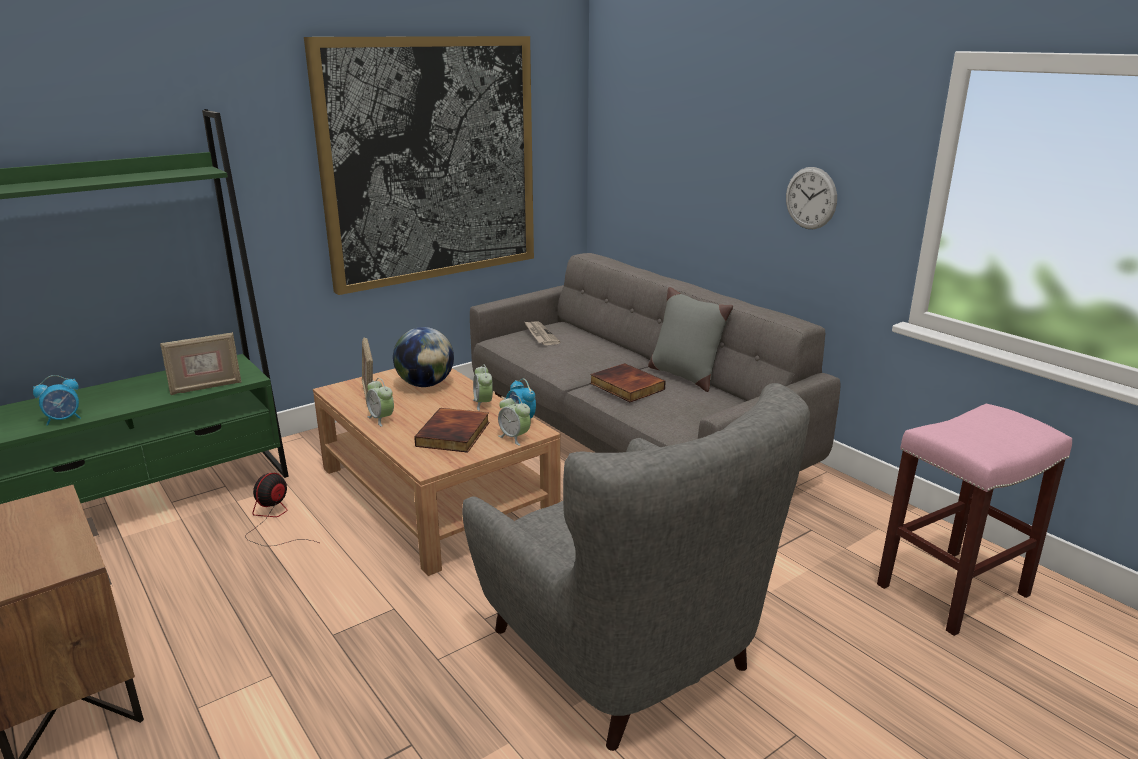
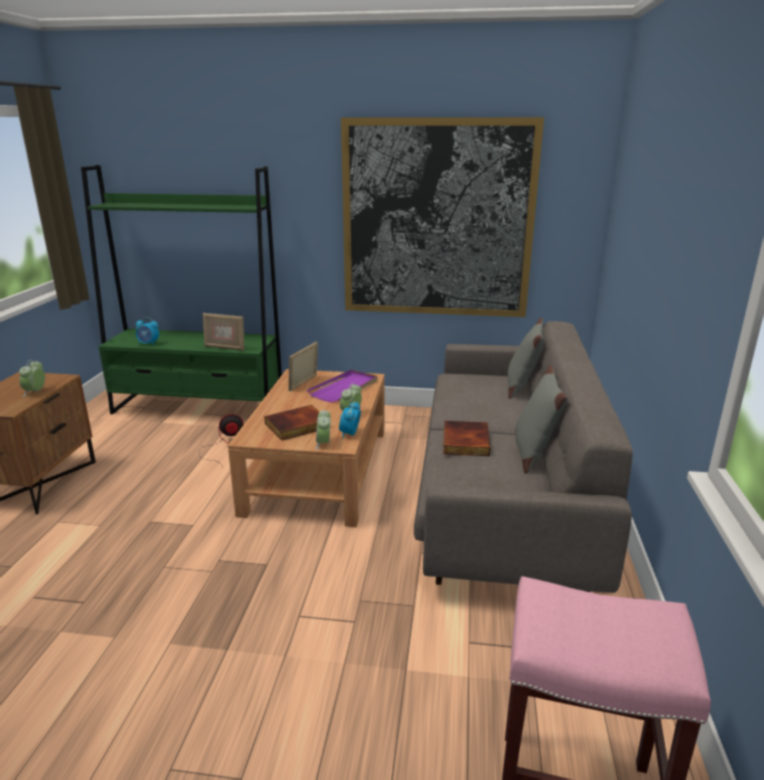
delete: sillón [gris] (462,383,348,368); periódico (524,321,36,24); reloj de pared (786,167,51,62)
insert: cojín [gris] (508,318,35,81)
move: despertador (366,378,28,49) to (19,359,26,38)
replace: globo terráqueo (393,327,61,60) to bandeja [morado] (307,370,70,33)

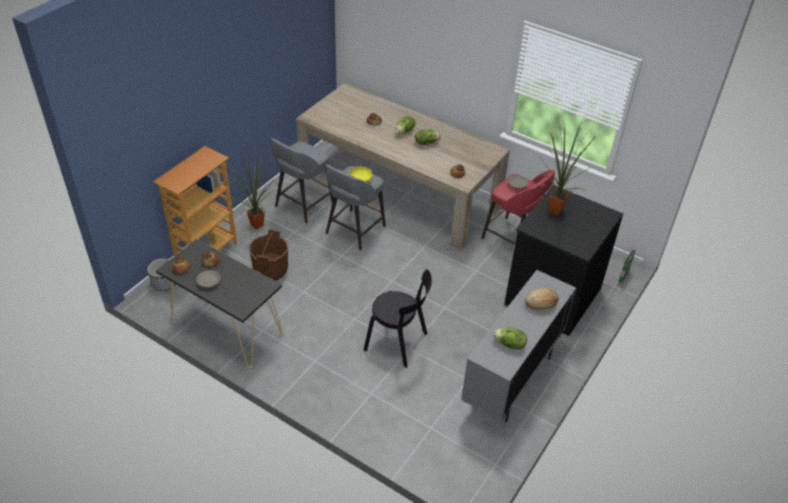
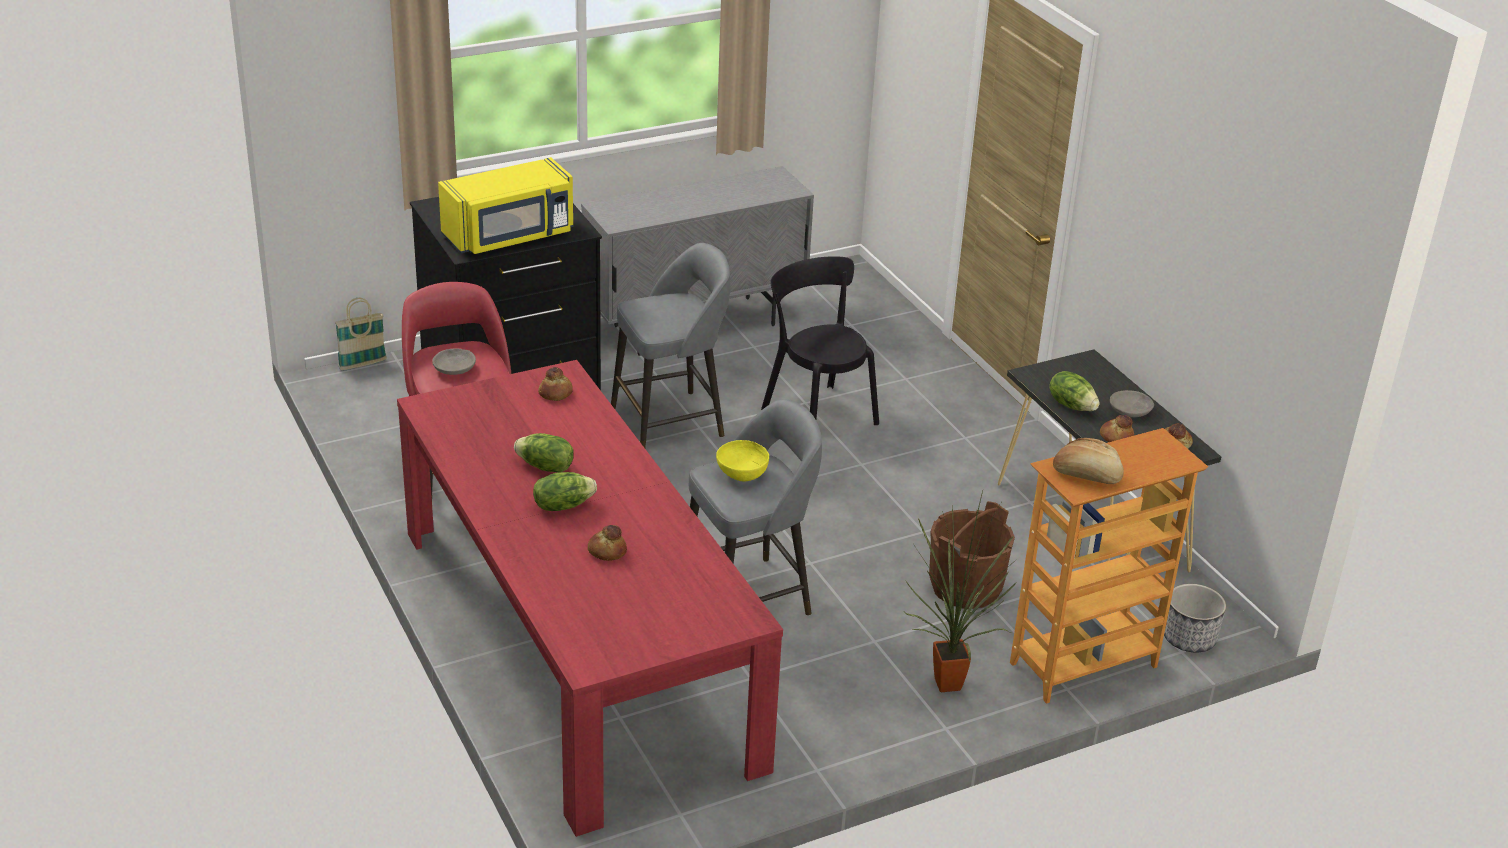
move: taburete [gris] (271,138,63,86) to (611,243,119,205); lechuga (493,328,34,21) to (1049,371,51,40); pan (525,288,34,22) to (1053,438,71,46)
replace: planta en maceta (540,119,56,97) to microondas [amarillo] (438,157,135,97)
recolor: mesa de comedor [beis] (296,83,214,167) to mesa de comedor [rojo] (397,360,386,477)

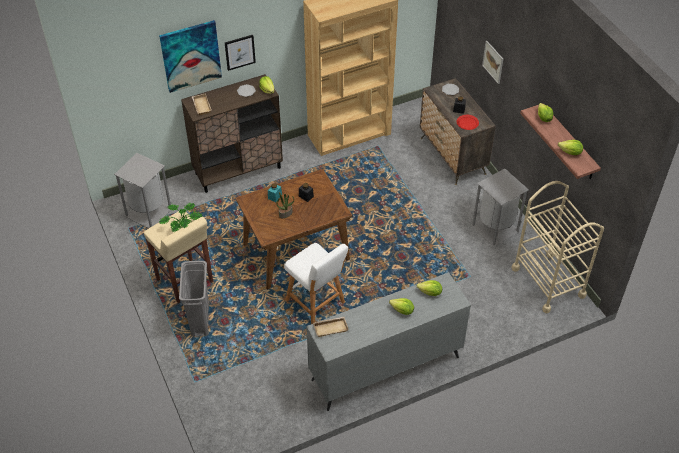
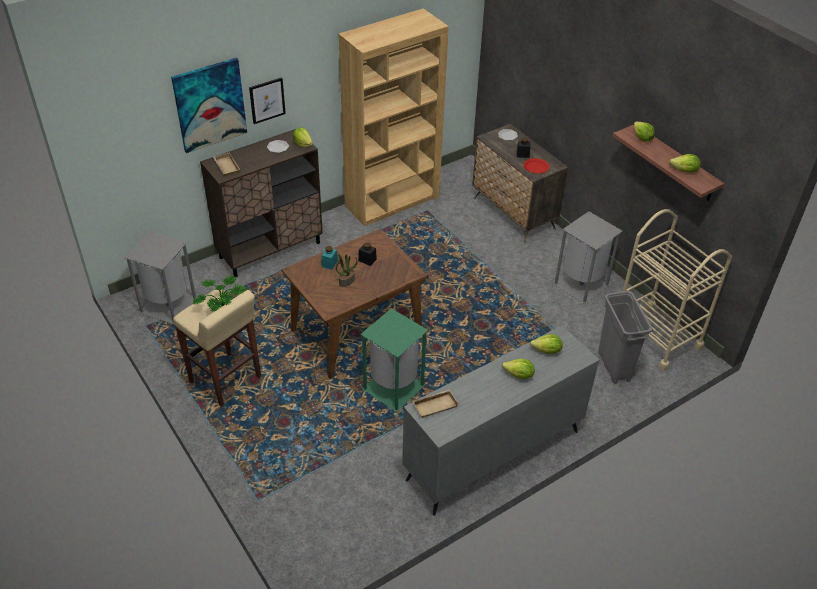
delete: cuadro (482,41,21,43)
move: papelera [gris] (179,261,30,75) to (598,291,55,93)
replace: taburete [blanco] (284,243,64,81) to papelera [verde] (360,308,68,104)

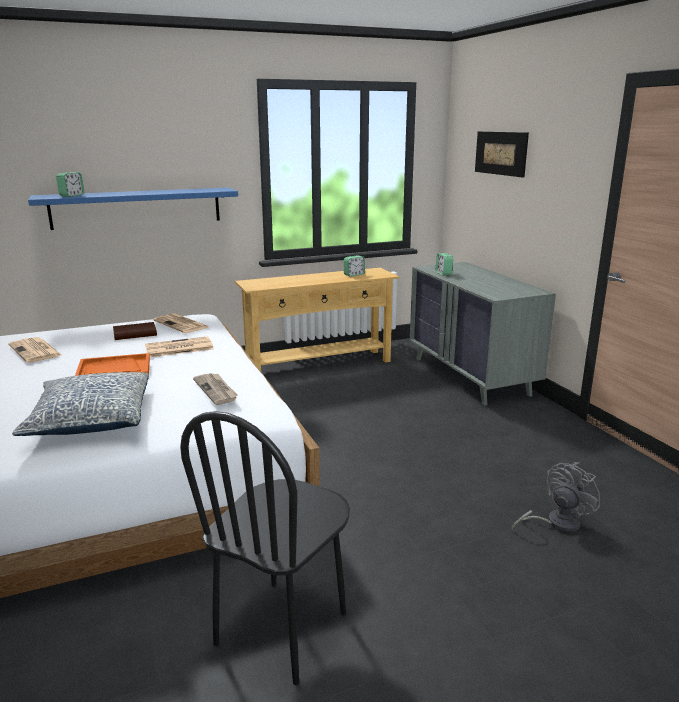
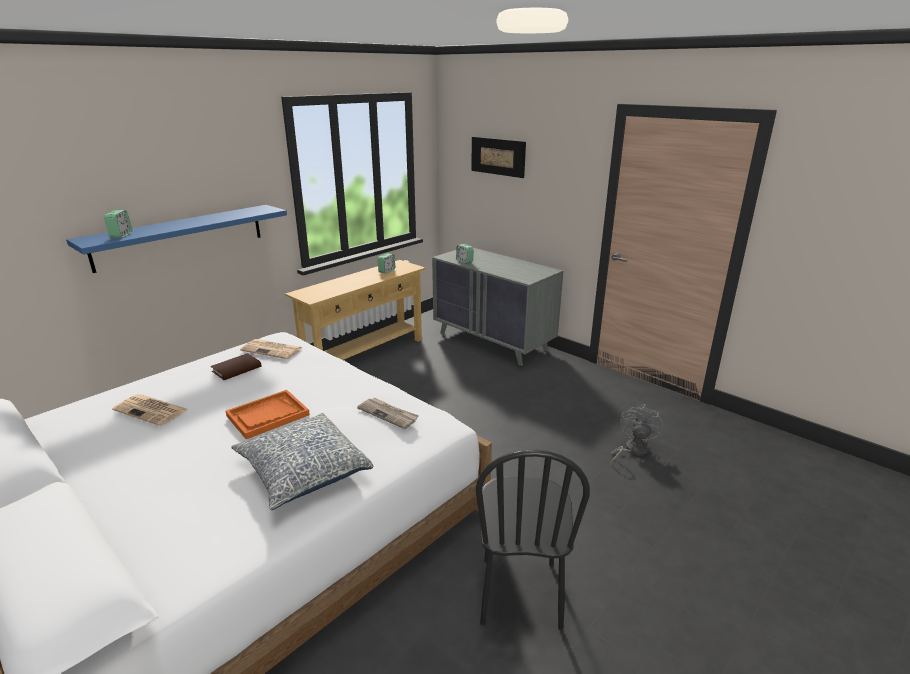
delete: periódico (145,336,68,21)

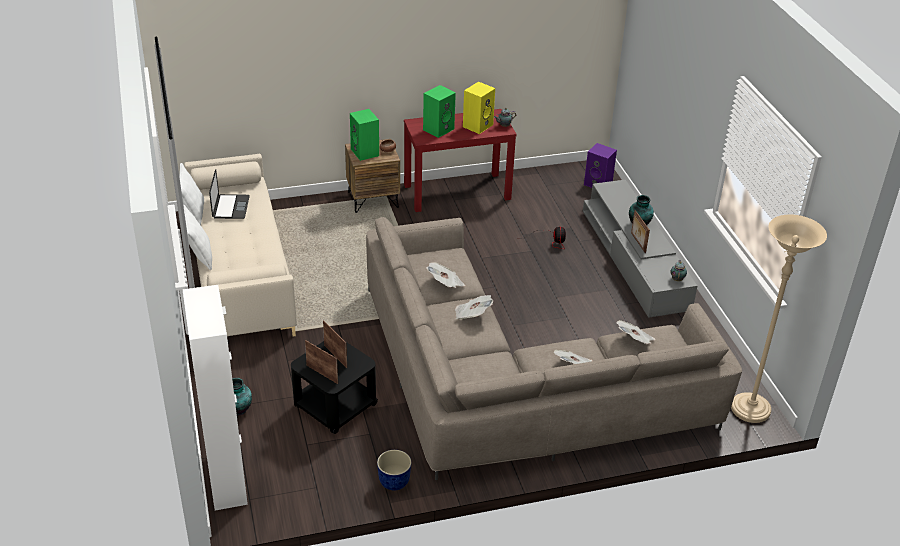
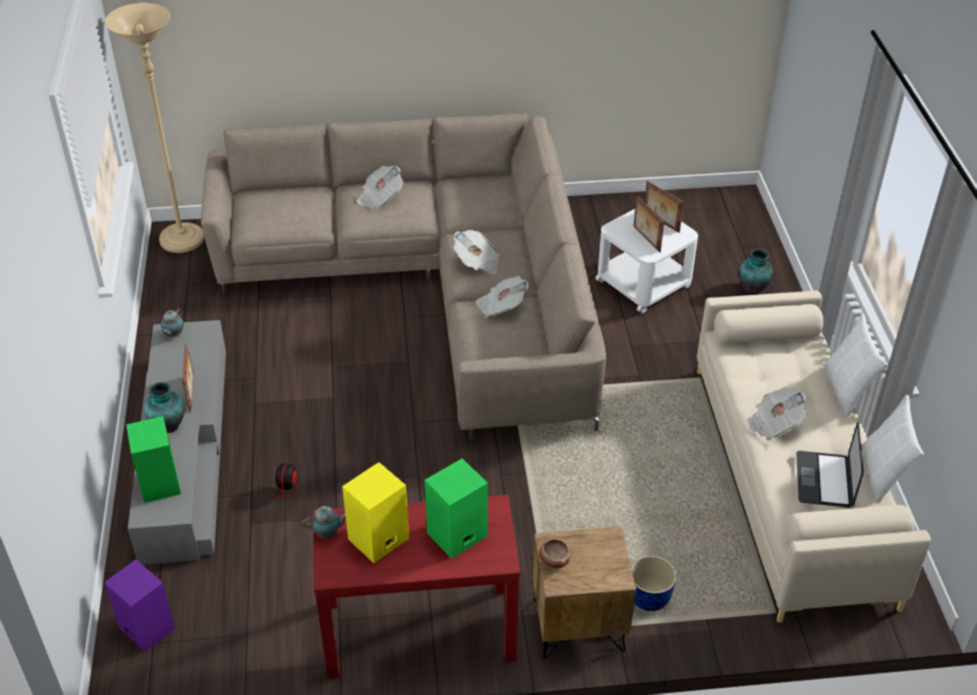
delete: armario [blanco] (183,285,65,226)
move: altavoz [verde] (350,109,29,52) to (126,416,55,87); maceta (377,450,34,41) to (631,556,46,55); periódico (616,320,39,24) to (745,387,62,54)
recolor: mesa auxiliar [negro] (291,341,87,93) to mesa auxiliar [blanco] (595,209,103,105)

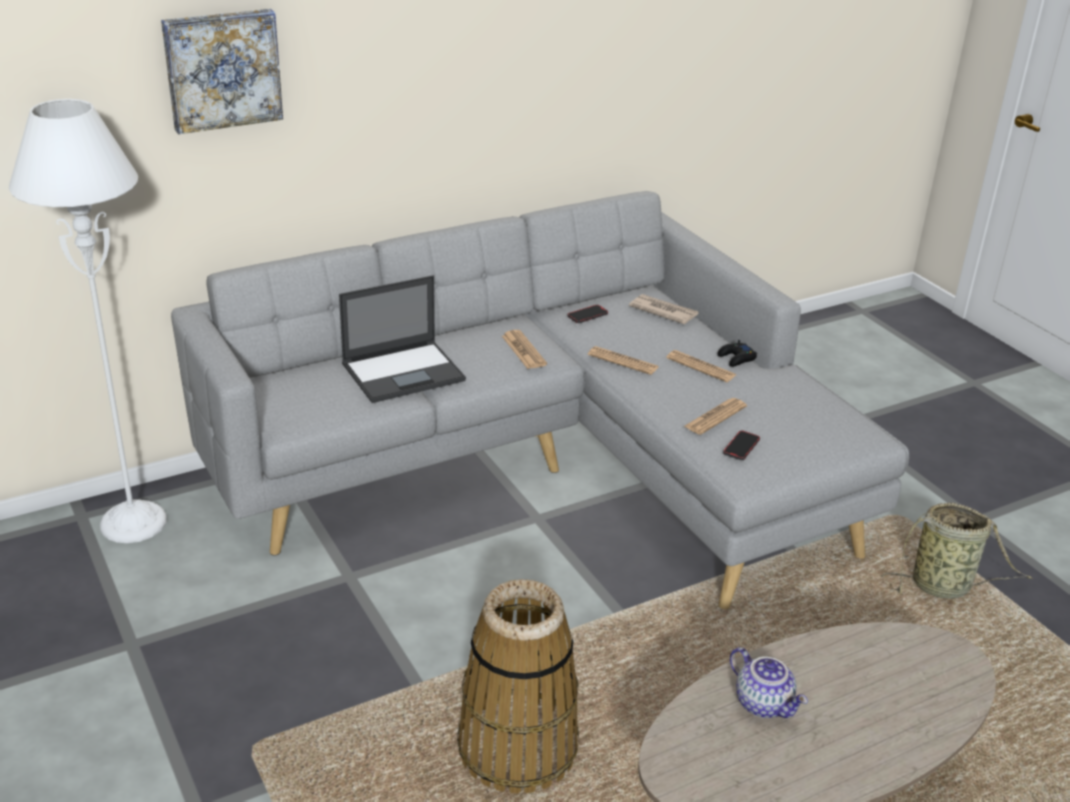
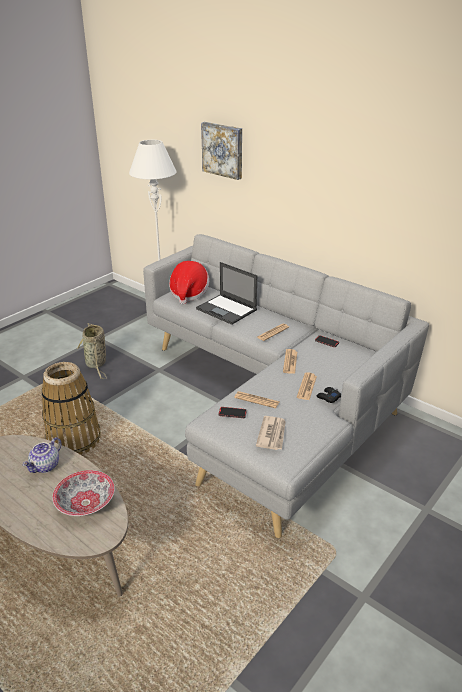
insert: cuenco (52,470,63,46); sombrero (169,261,40,43)
move: periódico (629,294,70,30) to (256,416,30,34); cesta (881,503,152,96) to (76,323,31,56)

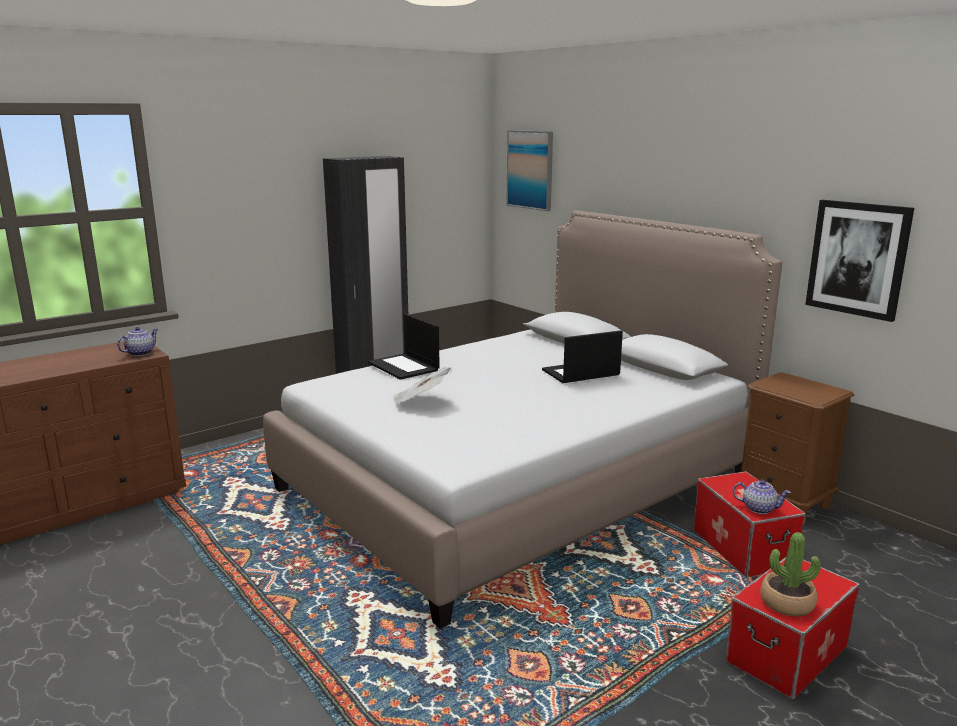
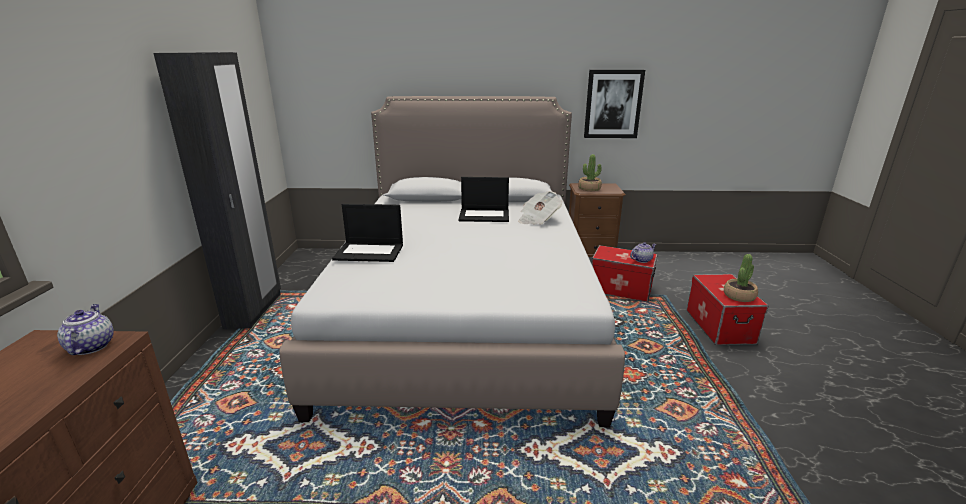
delete: cuadro (507,130,46,81)
insert: planta en maceta (578,154,24,37)
move: periódico (393,367,59,38) to (518,191,44,34)
rotate: portátil (542,330,81,53) = (458,177,51,45) 105 degrees counterclockwise

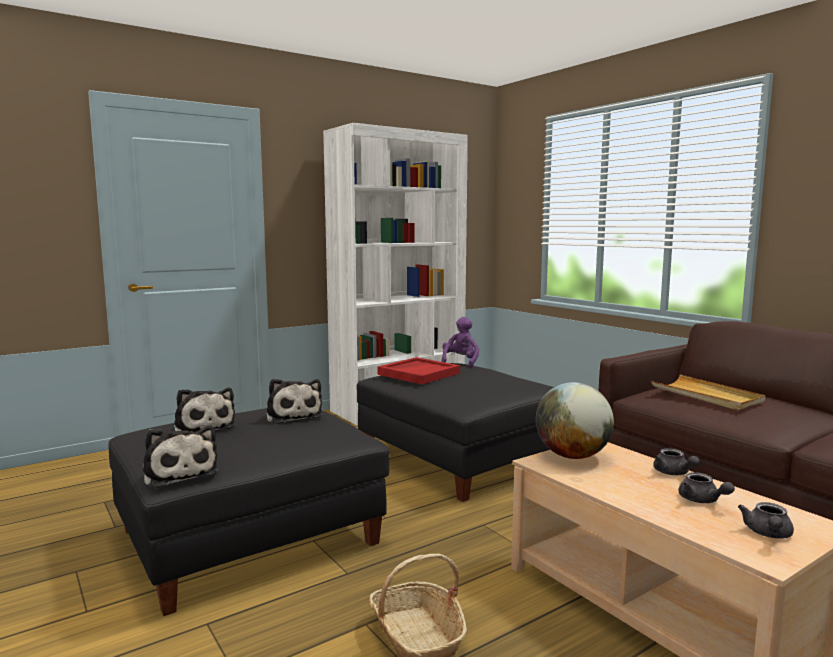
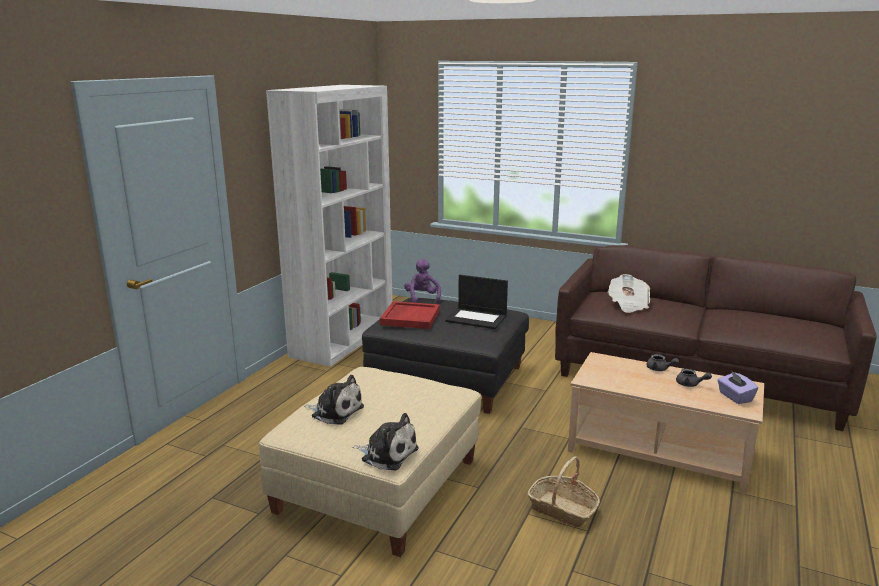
delete: peluche (266,379,57,45); globo terráqueo (536,382,78,77)
insert: portátil (445,275,63,54)
replace: bandeja [beis] (651,375,115,35) to periódico (608,274,42,39); tetera [gris] (738,502,56,37) to caja de pañuelos [morado] (717,370,41,34)
recolor: puf [negro] (109,408,281,208) to puf [beis] (259,367,222,190)

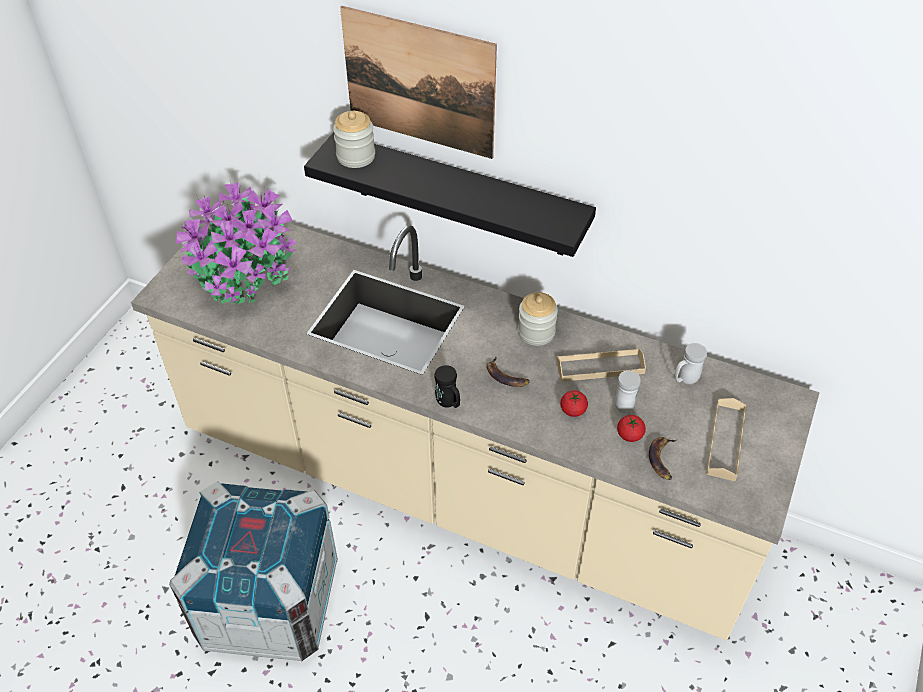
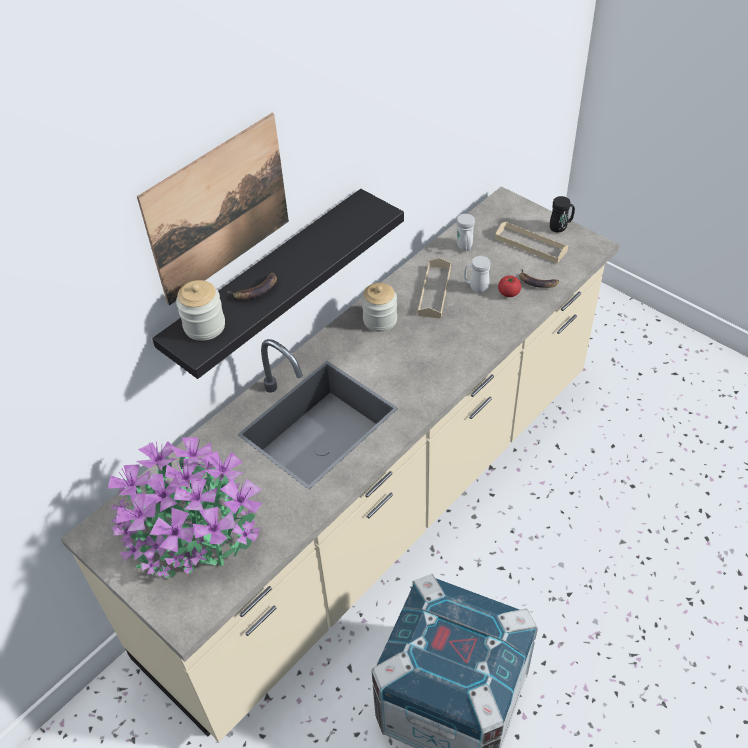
delete: tomate (560,390,28,27)
move: taza grande [negro] (434,365,26,43) to (550,196,25,37); plátano (487,357,43,30) to (227,273,50,27)

